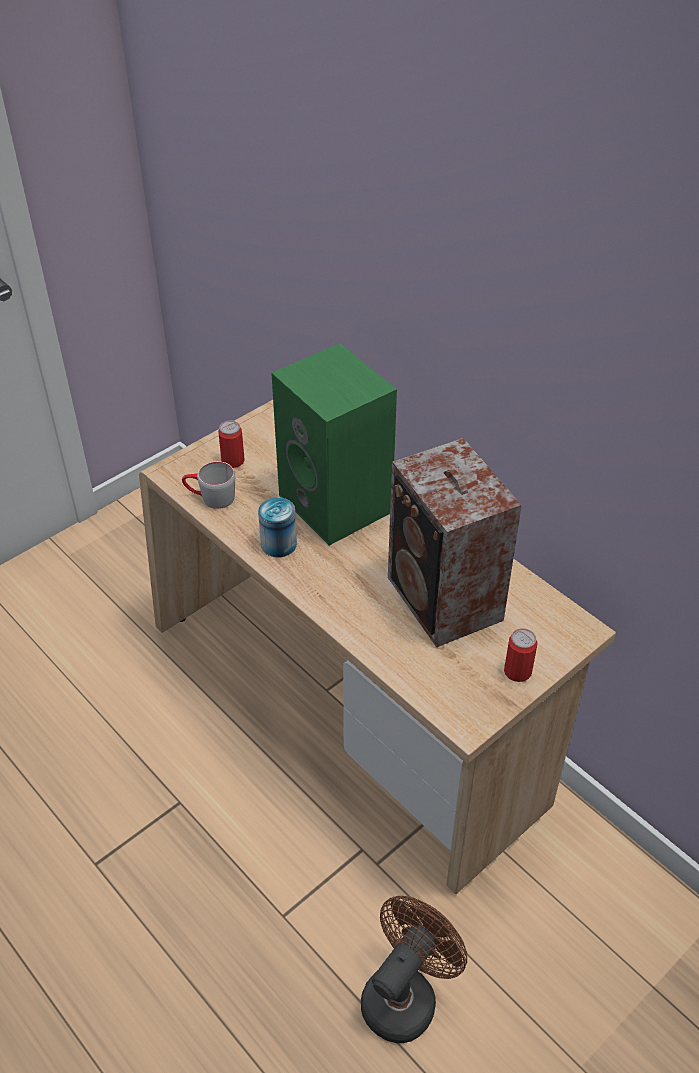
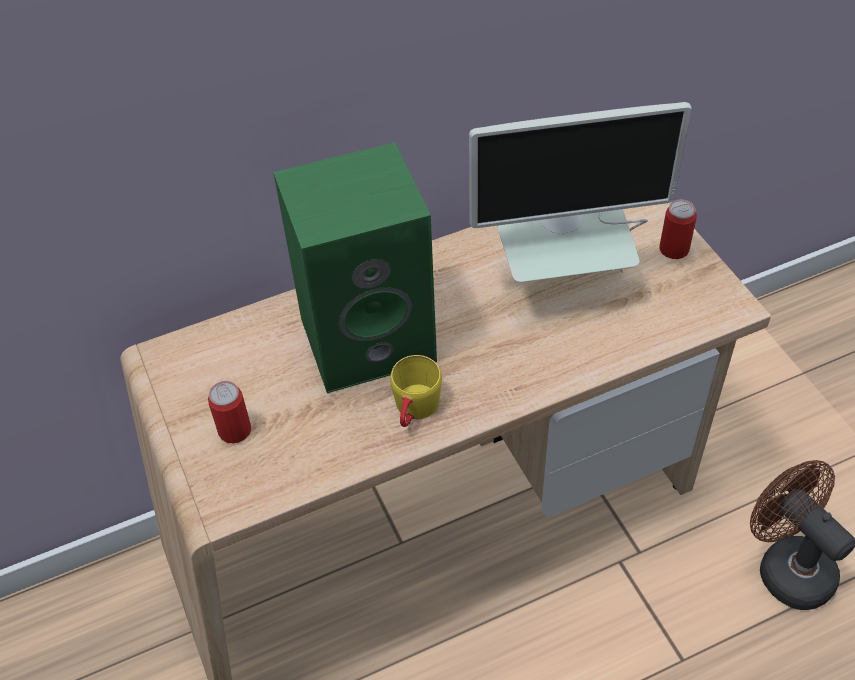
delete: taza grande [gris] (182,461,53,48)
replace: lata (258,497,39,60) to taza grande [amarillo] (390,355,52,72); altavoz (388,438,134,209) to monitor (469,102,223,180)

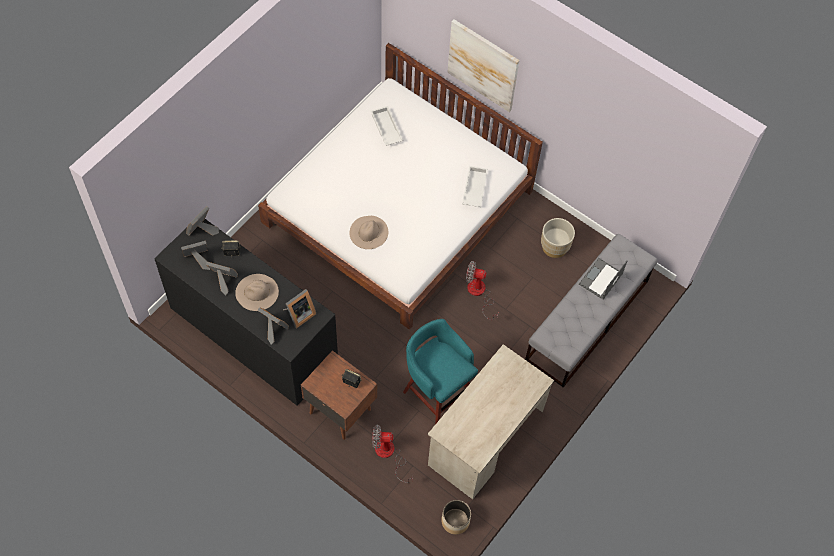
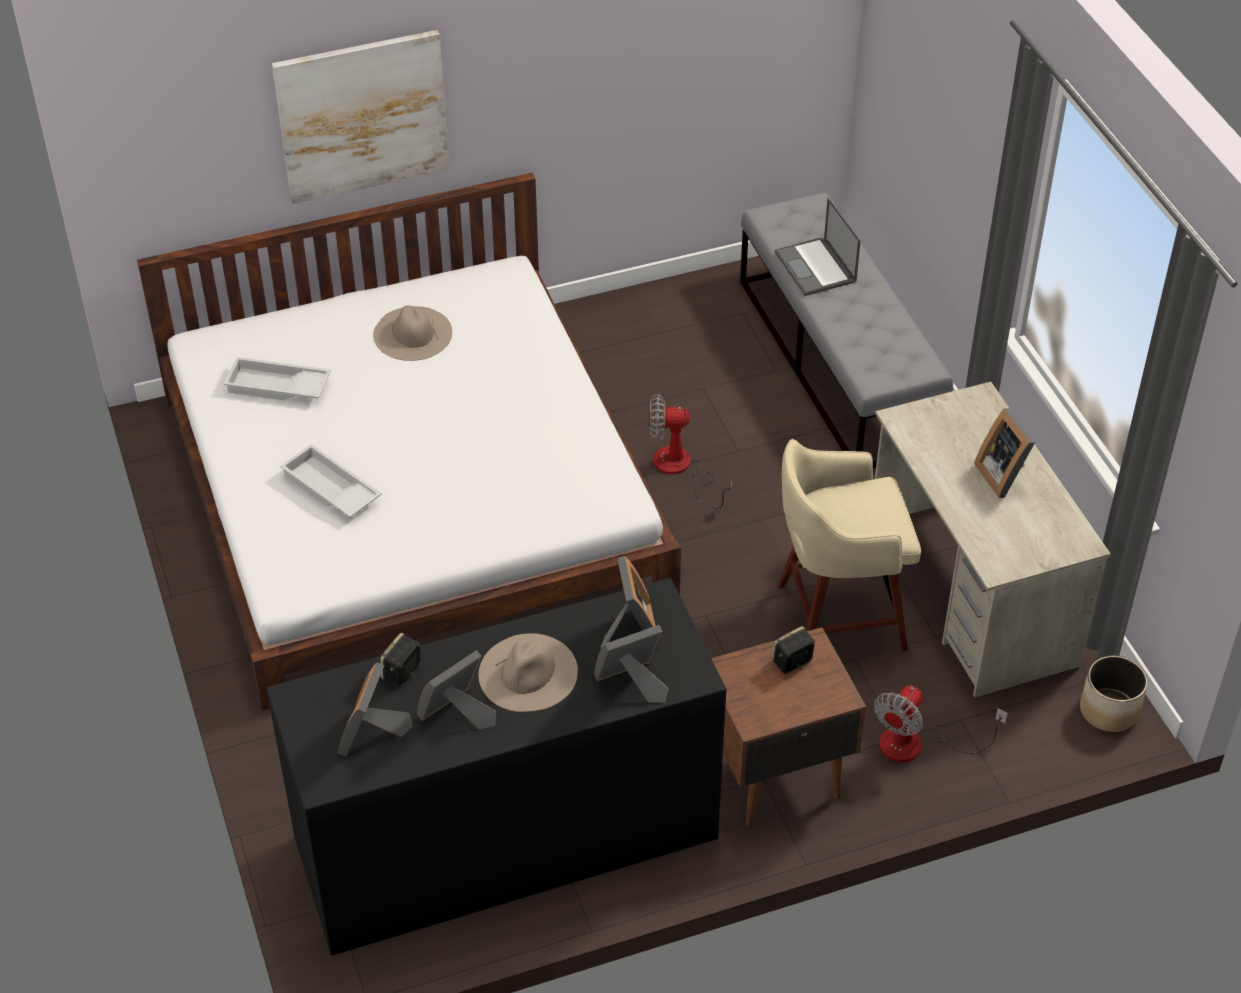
delete: maceta [beis] (541,218,34,40)
move: portarretratos (186,206,33,30) to (974,408,61,90); sombrero [beis] (349,216,39,33) to (373,305,79,56); bandeja [blanco] (462,166,26,41) to (280,444,102,73)
recolor: taburete [turquesa] (403,319,75,105) to taburete [beis] (777,439,144,212)
rotate: ventilador (466,261,33,59) = (649,394,83,114) 45 degrees clockwise

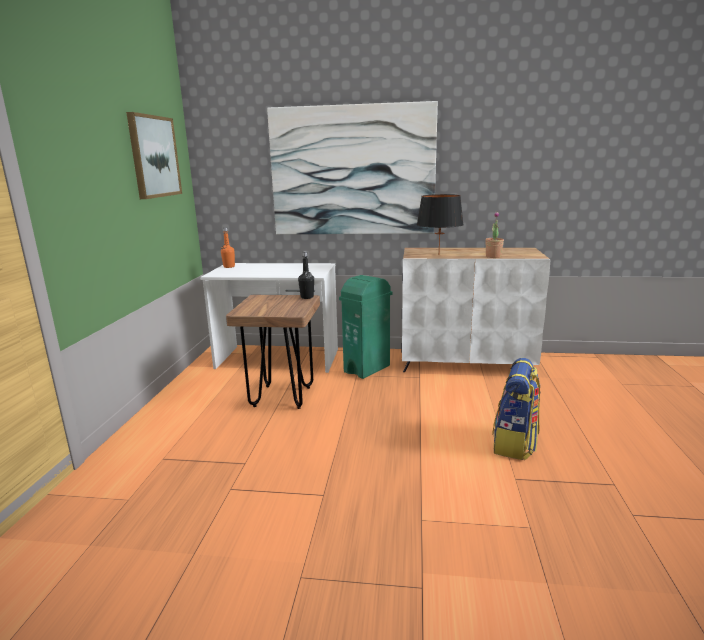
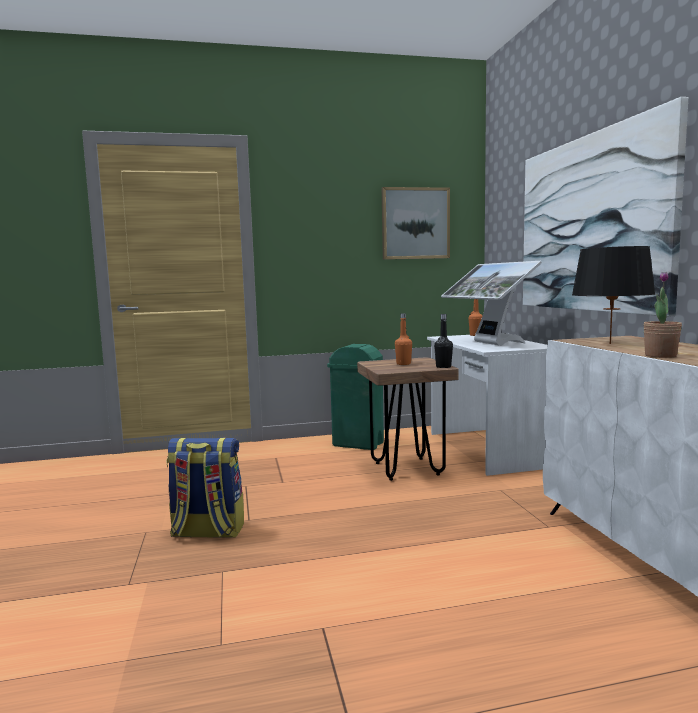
insert: botella [naranja] (395,313,17,52); monitor (441,261,101,85)
move: papelera [verde] (339,275,53,104) to (327,344,57,106); mochila (492,358,48,102) to (166,438,78,100)

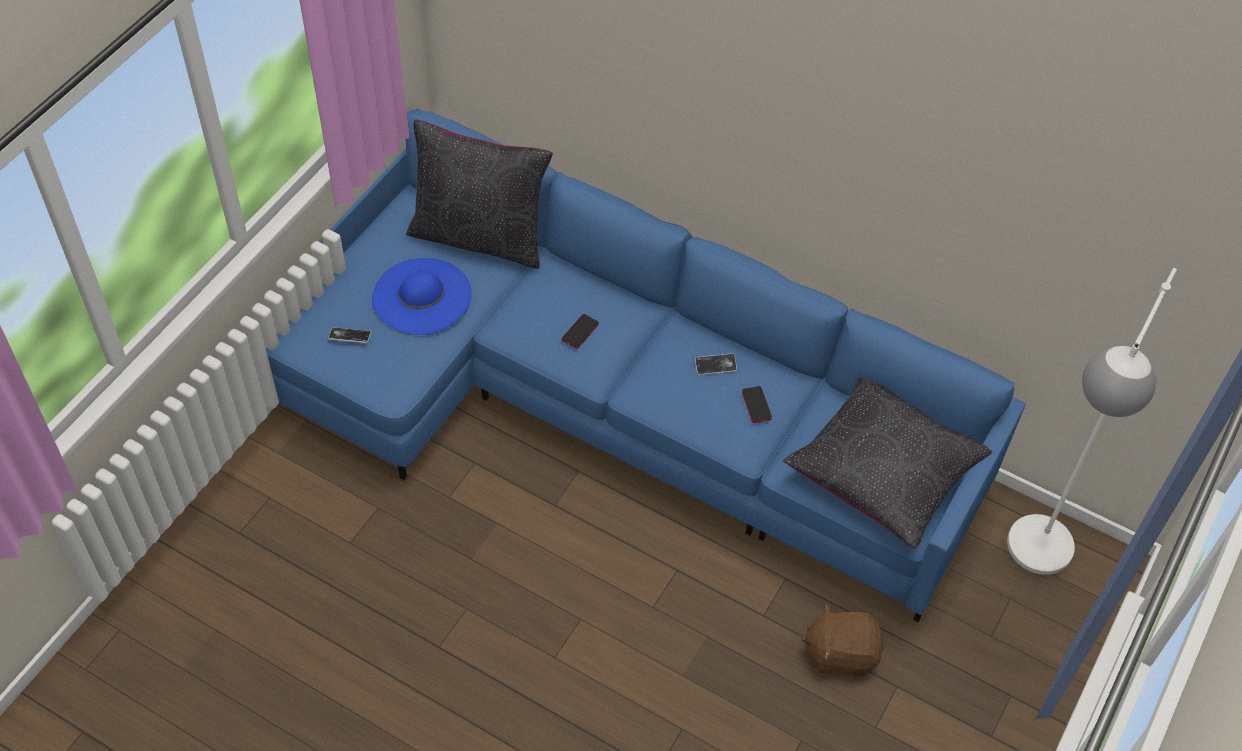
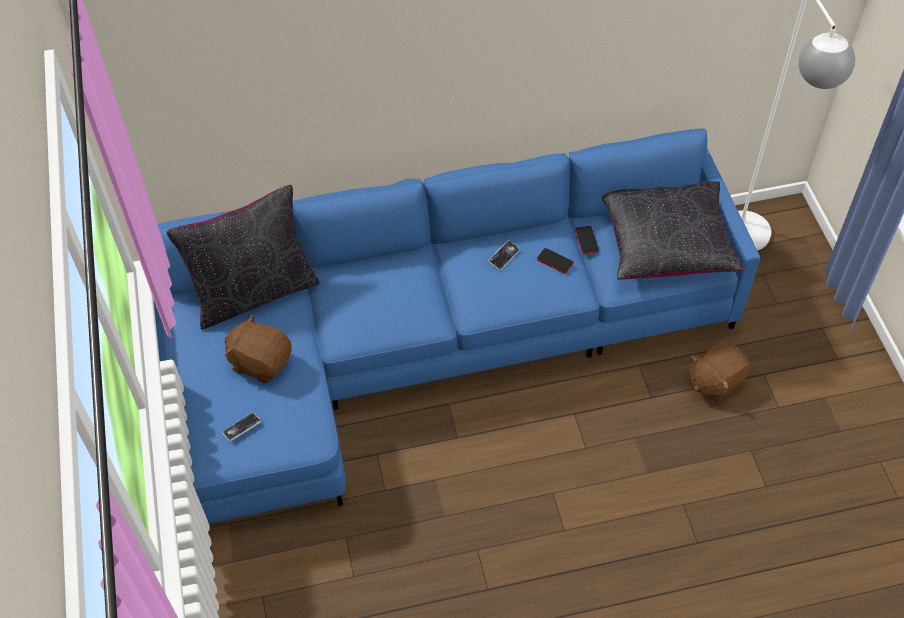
move: móvil (562,314,37,35) to (575,226,24,28)
replace: sombrero [azul] (372,258,100,77) to peluche [marrón] (224,314,68,69)

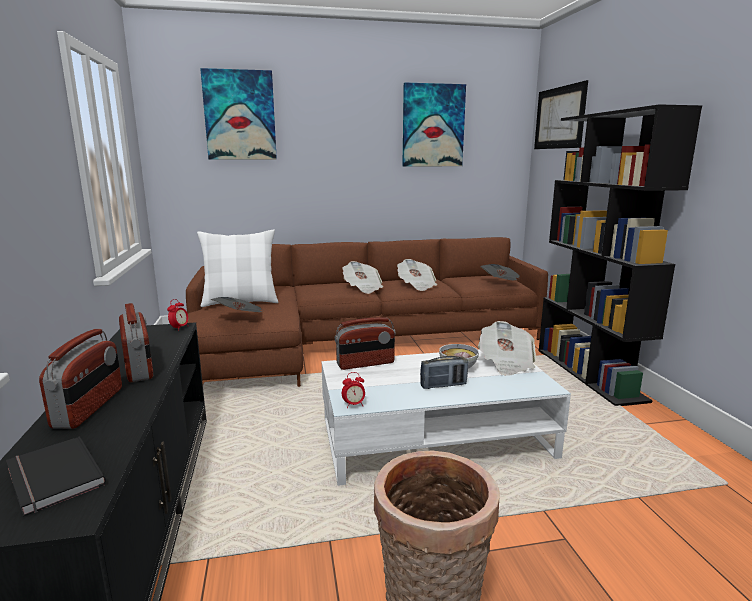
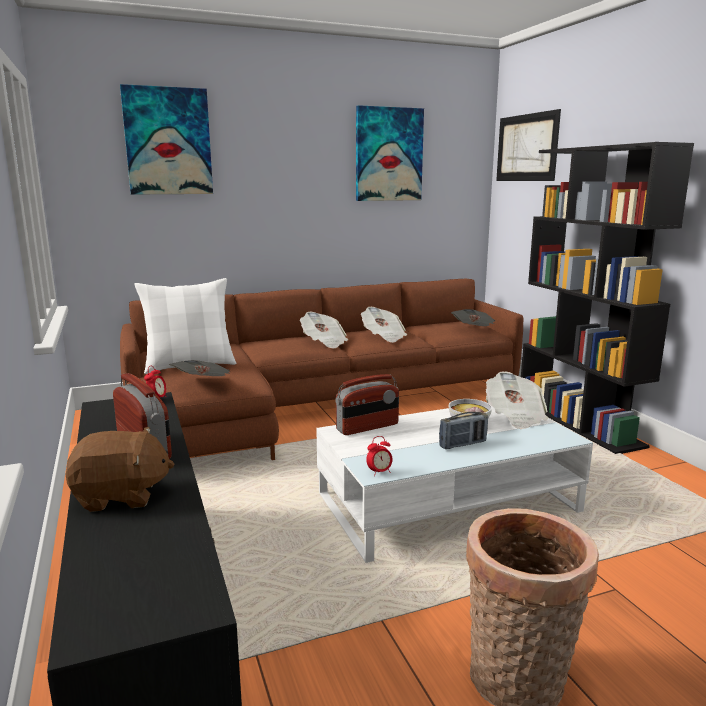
delete: libro [negro] (6,436,100,81)
replace: radio (39,329,83,100) to peluche [marrón] (66,427,109,85)

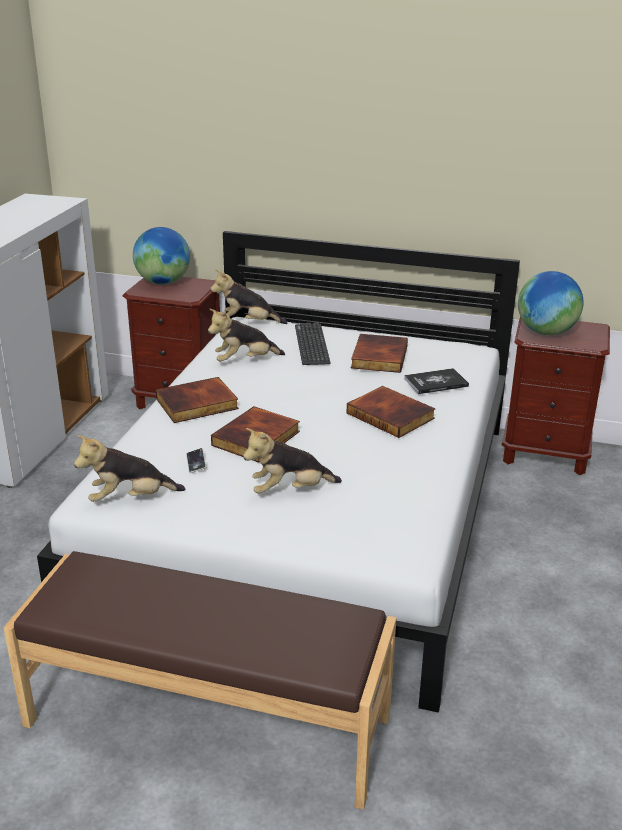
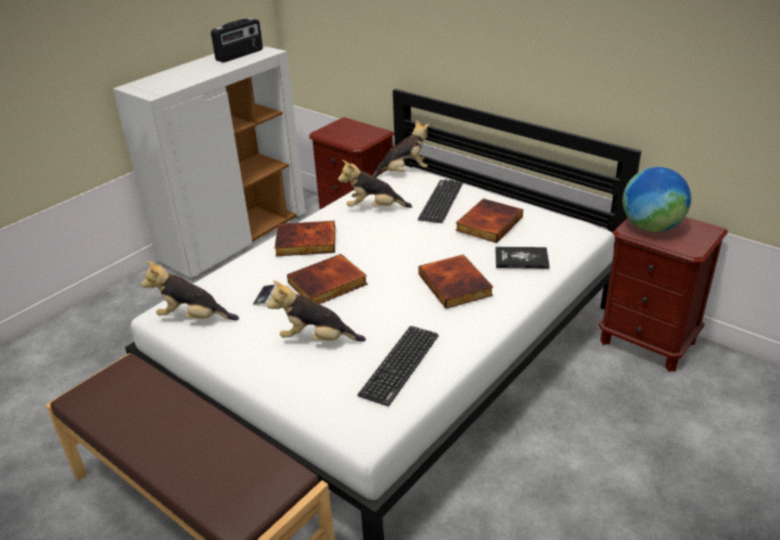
delete: globo terráqueo (133,227,57,58)
insert: radio (211,18,52,45); teclado (357,326,82,80)
rotate: peluche (210,270,77,54) = (372,120,57,58) 135 degrees clockwise

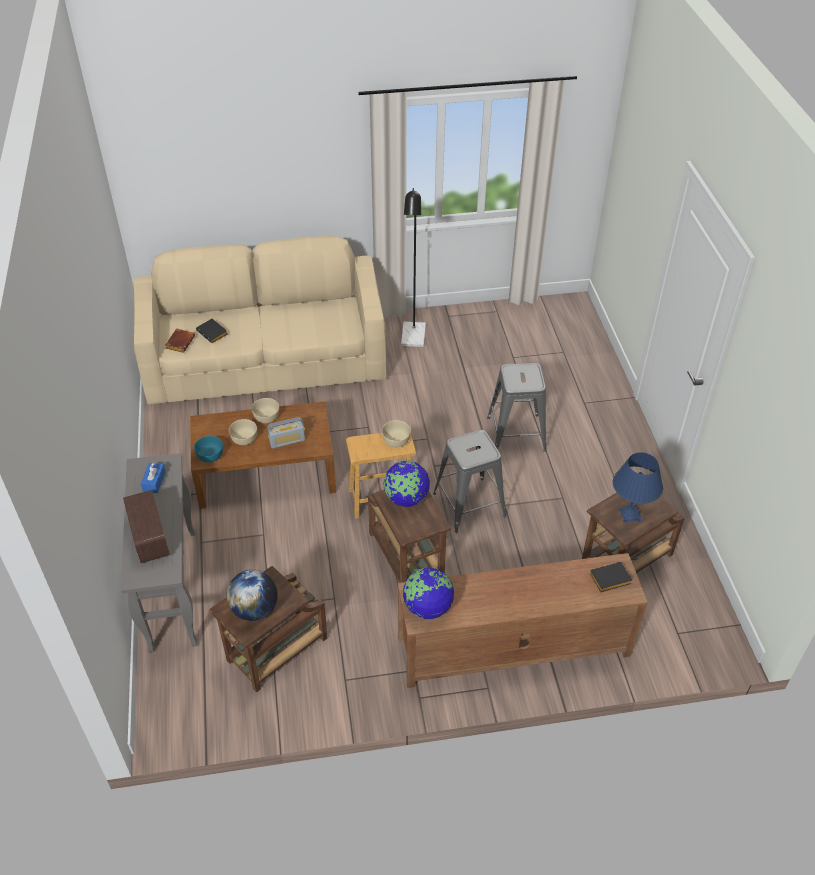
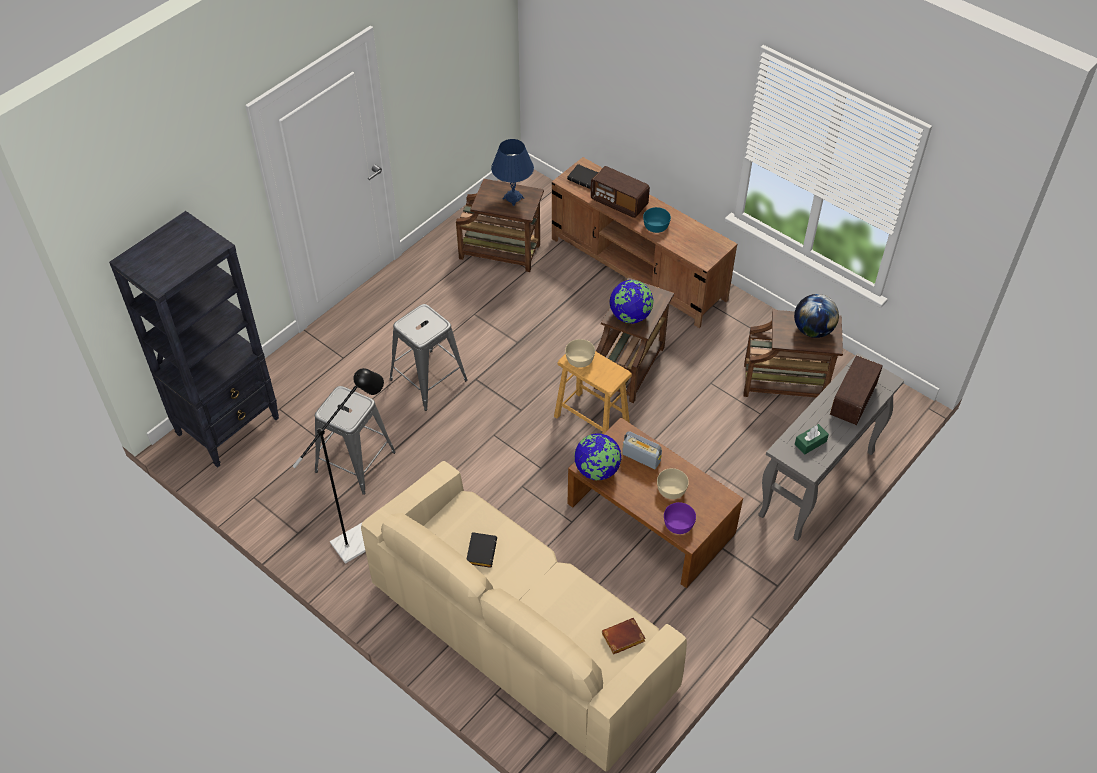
delete: cuenco [beis] (252,398,27,25)
insert: estantería [negro] (109,211,170,257); radio (590,166,60,52); cuenco [morado] (664,502,32,32)
move: cuenco [turquesa] (194,436,29,27) to (643,207,28,26); libro [negro] (196,319,31,24) to (467,532,30,35); globo terráqueo (403,568,51,51) to (574,433,47,47); taburete [gris] (433,430,73,103) to (315,386,81,109)
recolor: caja de pañuelos [azul] (141,463,25,30) to caja de pañuelos [verde] (795,424,34,31)

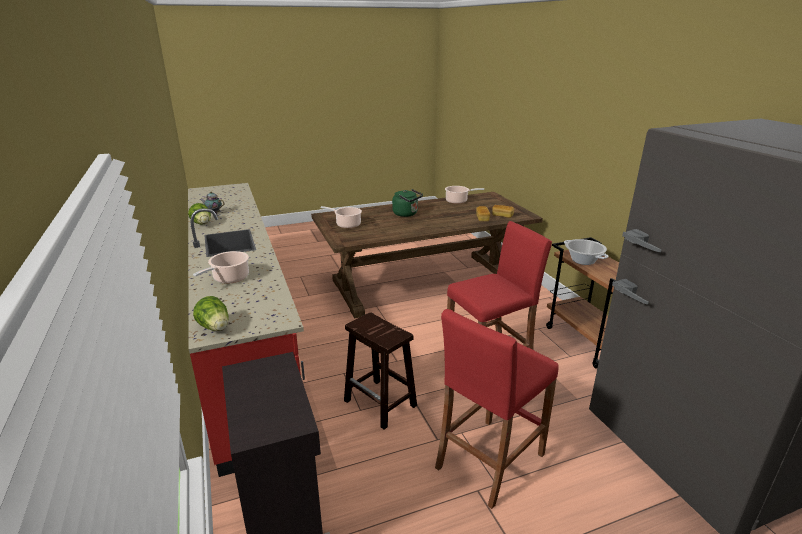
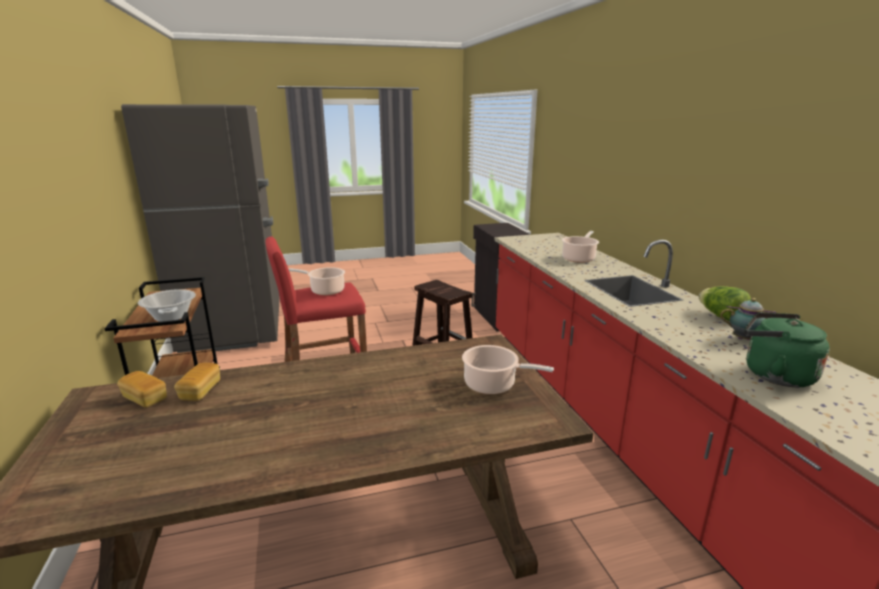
delete: lechuga (193,296,36,35); taburete [rojo] (435,309,123,200)
move: hervidor [verde] (392,189,31,28) to (745,313,85,74); olla (445,186,39,18) to (289,267,56,28)

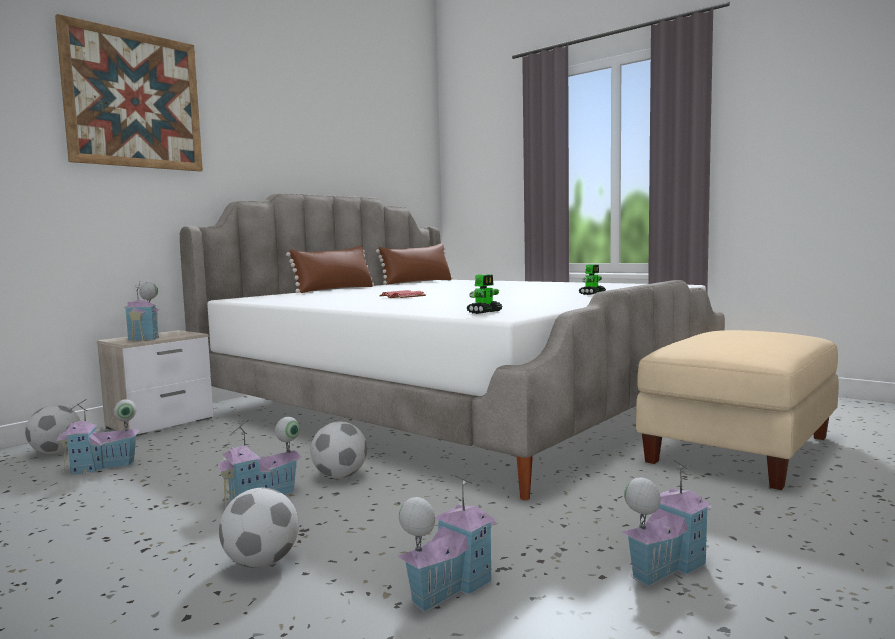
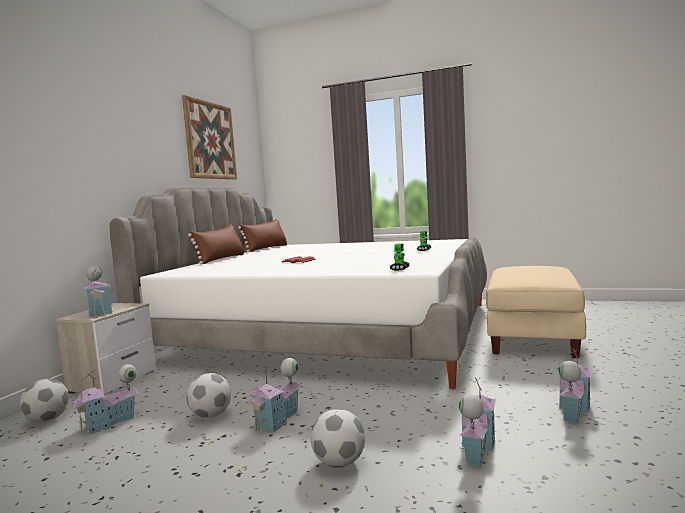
move: cuadro (55,14,148,157) to (182,95,55,84); balón de fútbol (311,421,56,57) to (187,373,44,45)

